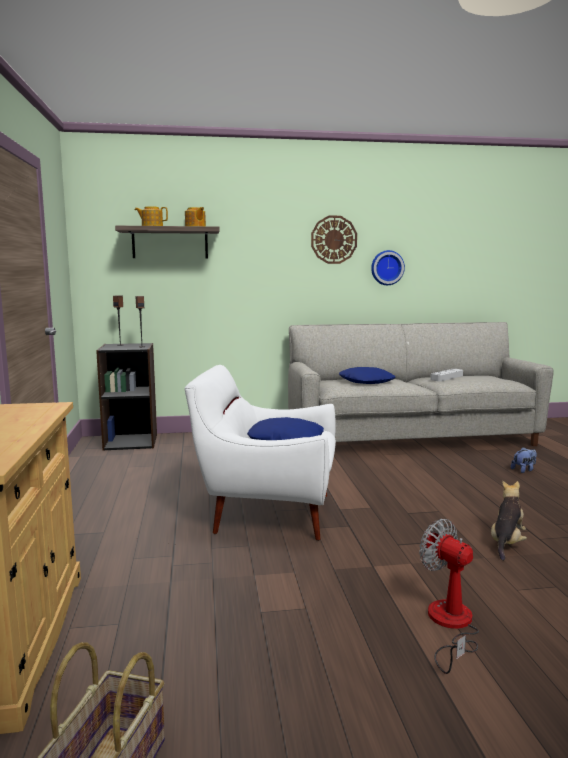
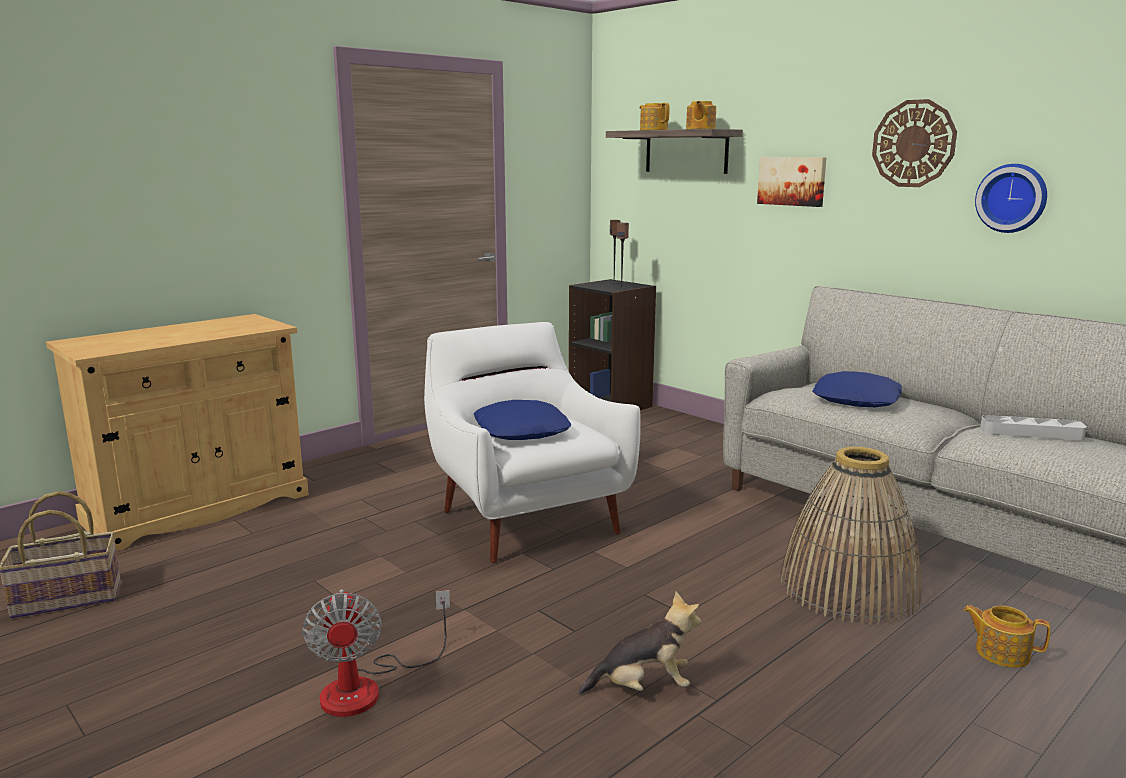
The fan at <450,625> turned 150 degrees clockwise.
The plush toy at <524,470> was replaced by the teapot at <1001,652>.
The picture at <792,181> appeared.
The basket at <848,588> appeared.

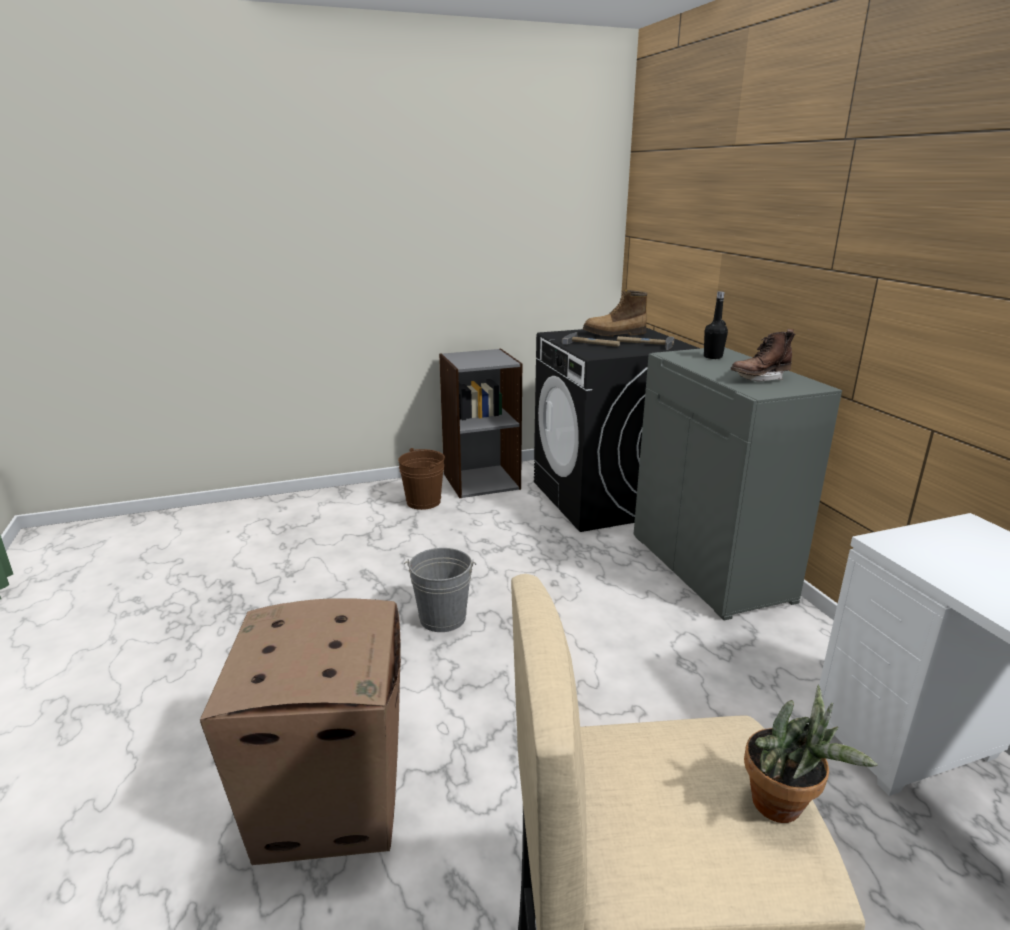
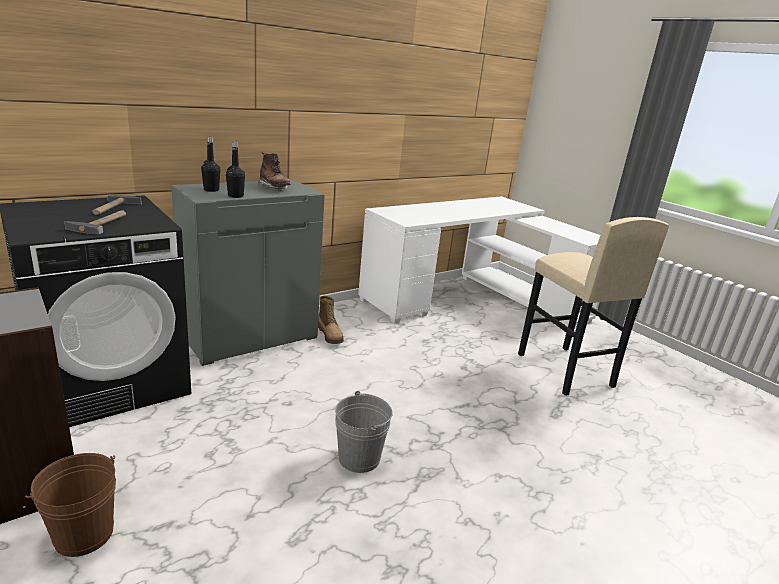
The cardboard box at <331,800> disappeared.
The boot moved from <614,334> to <330,335>.
The potted plant at <784,808> disappeared.
The black bottle at <235,196> appeared.

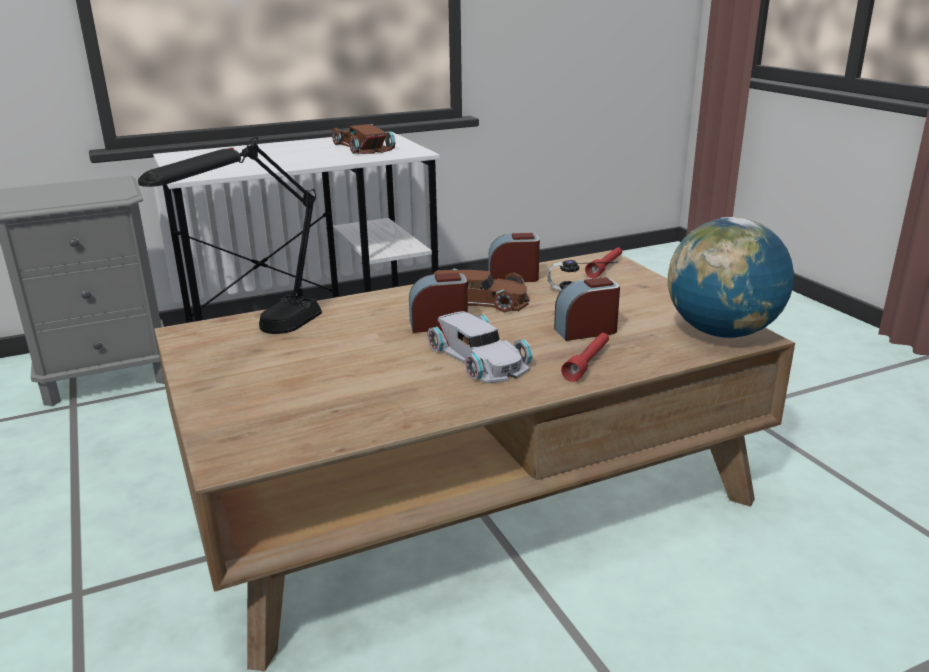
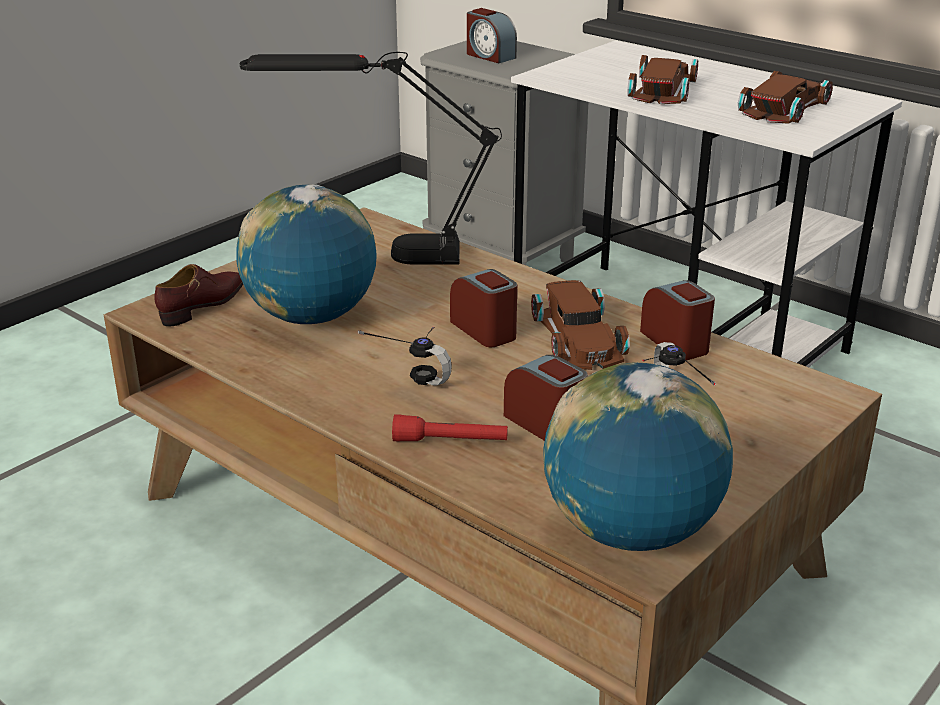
The white toy car at <478,358> was replaced by the headphones at <414,372>.
The red flashlight at <605,268> disappeared.
The brown shoe at <204,305> appeared.
The globe at <311,317> appeared.
The alarm clock at <489,56> appeared.
The brown toy car at <664,89> appeared.

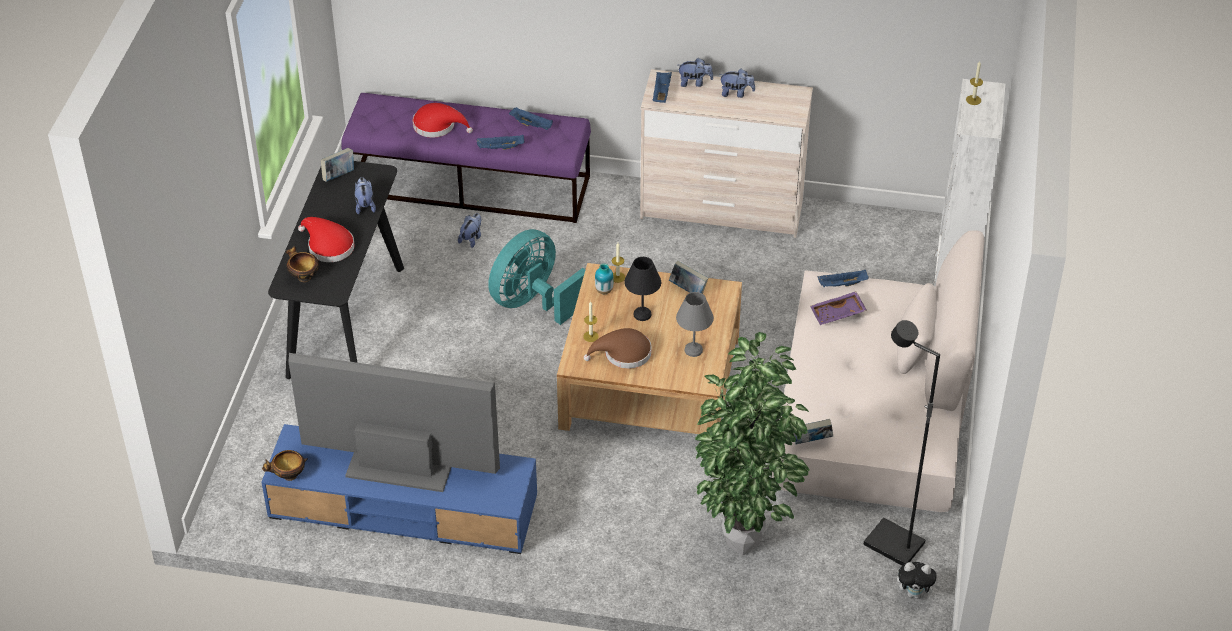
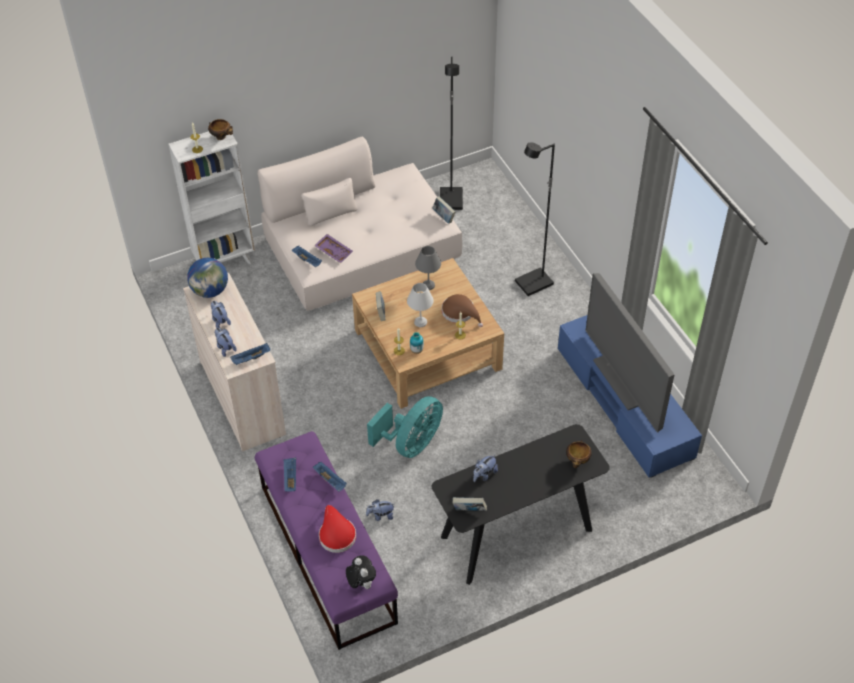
The bowl moved from <288,476> to <222,137>.
The red hat at <328,246> disappeared.
The turquoise fan at <533,302> turned 60 degrees counterclockwise.
The black table lamp at <641,314> became the white table lamp at <420,322>.
The potted plant at <746,539> disappeared.
The plush toy moved from <915,594> to <361,583>.
The globe at <210,291> appeared.
The black floor lamp at <534,284> appeared.

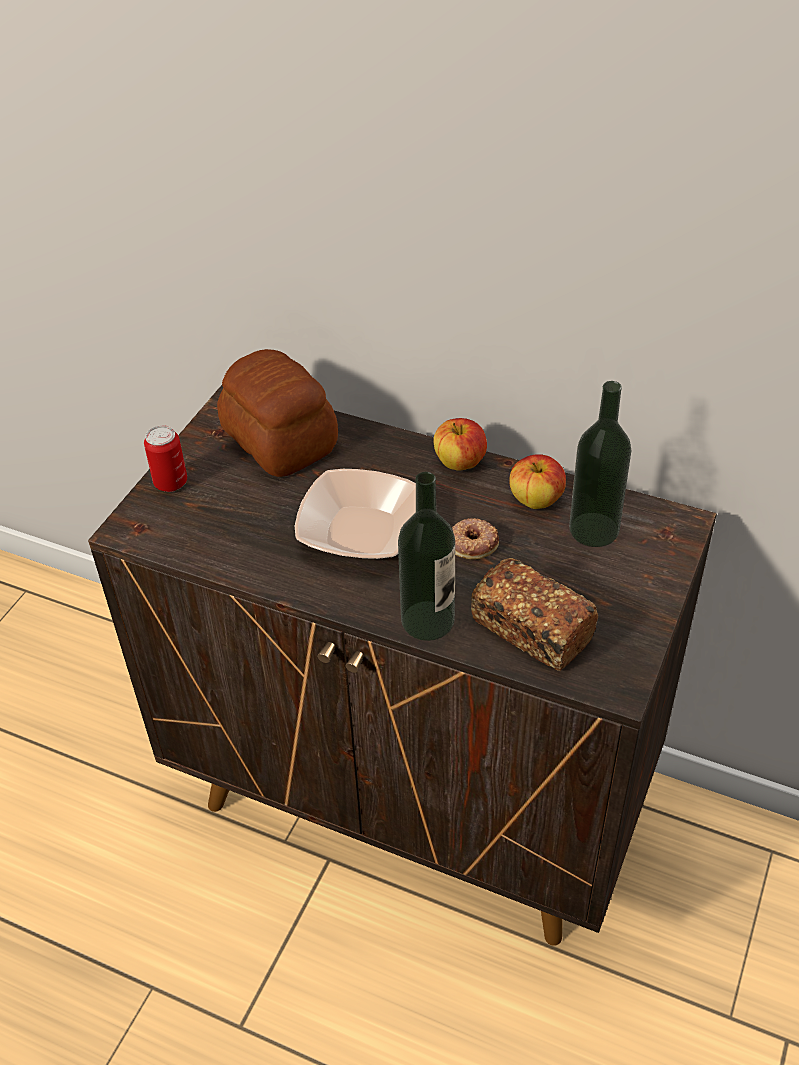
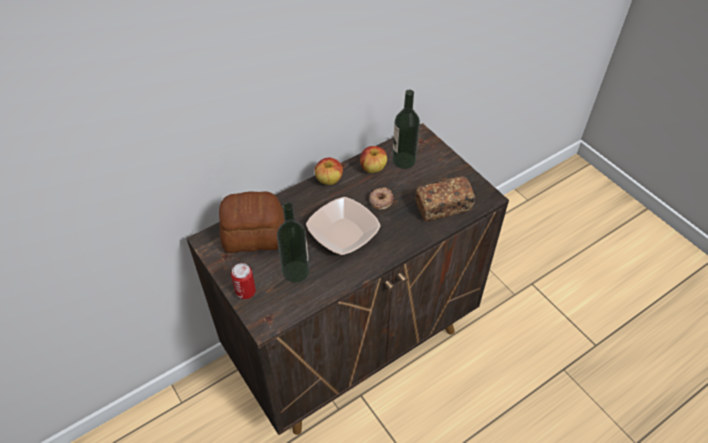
The bottle moved from <427,620> to <295,271>.

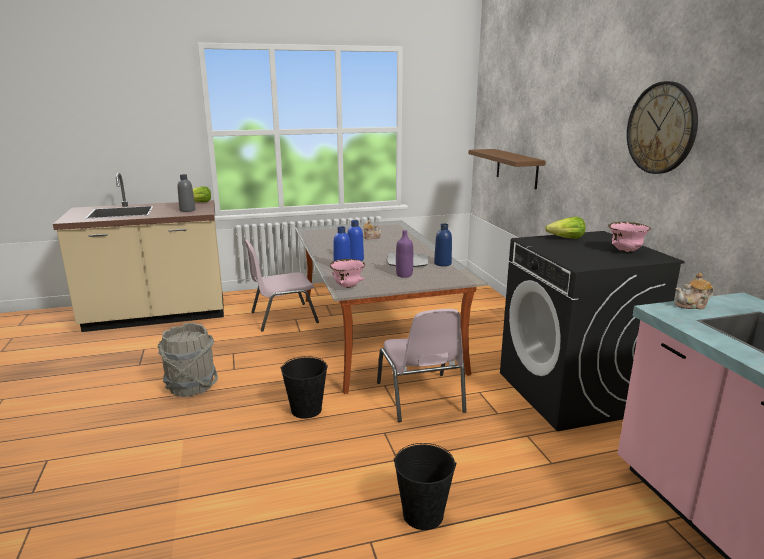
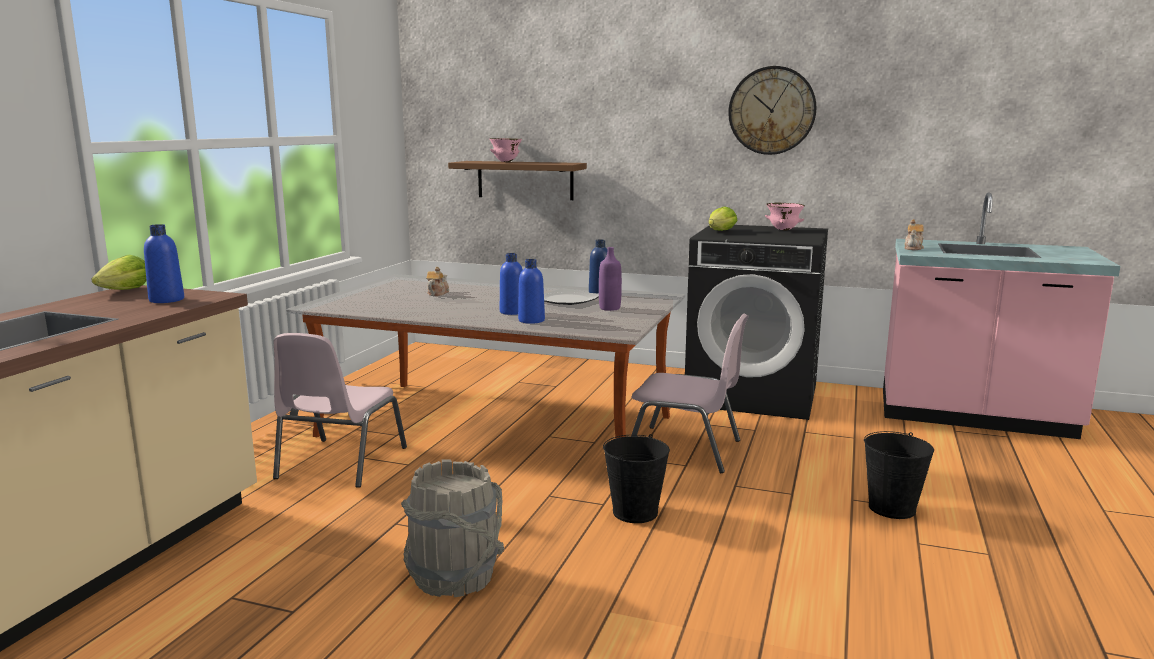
The grey bottle at <187,210> became the blue bottle at <166,300>.
The pink bowl moved from <347,287> to <506,162>.

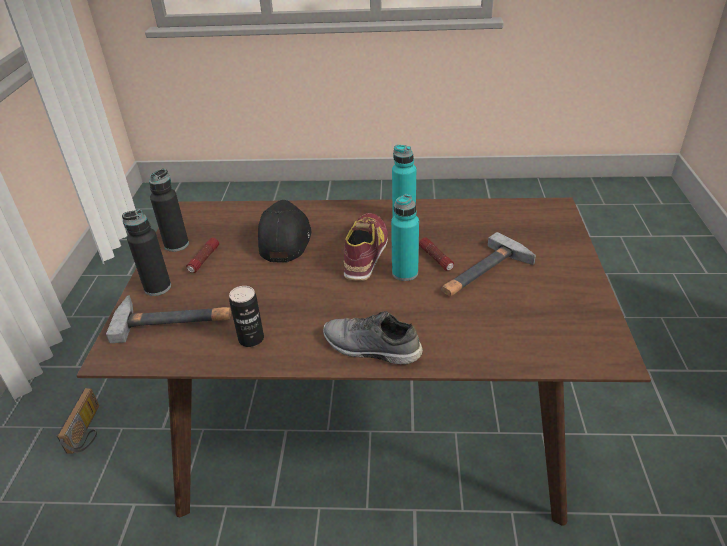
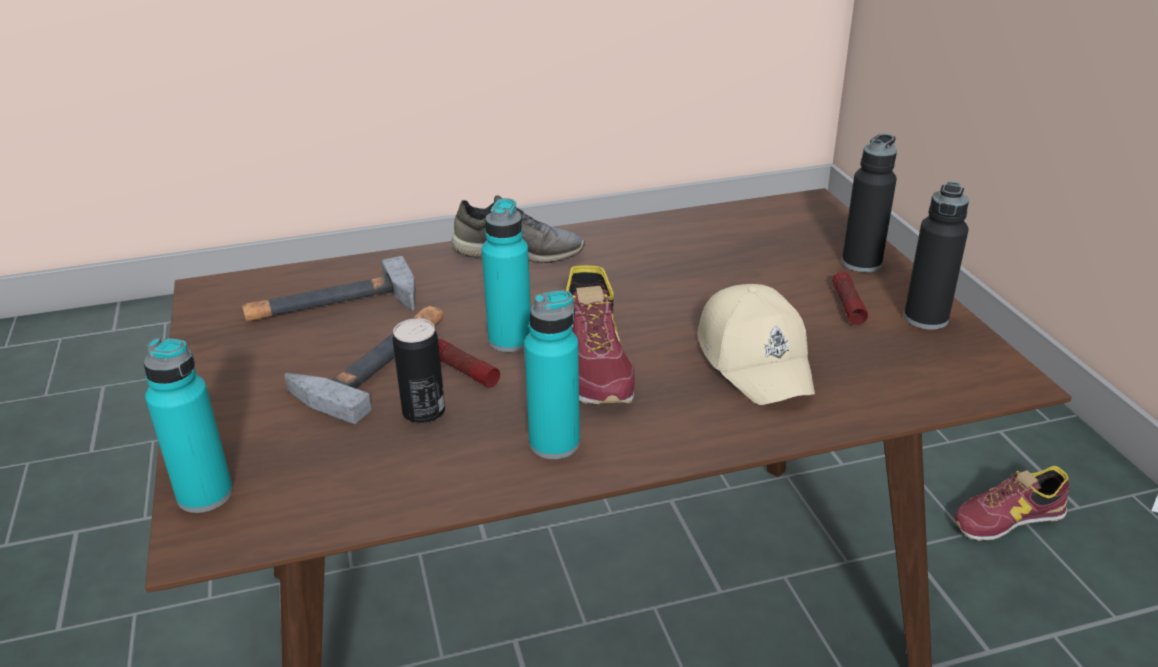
The radio at <88,430> was replaced by the shoe at <1008,518>.
The hammer moved from <174,319> to <332,306>.
The can moved from <251,339> to <424,412>.
The black cap at <284,238> became the beige cap at <756,359>.
The turquoise bottle at <205,495> appeared.

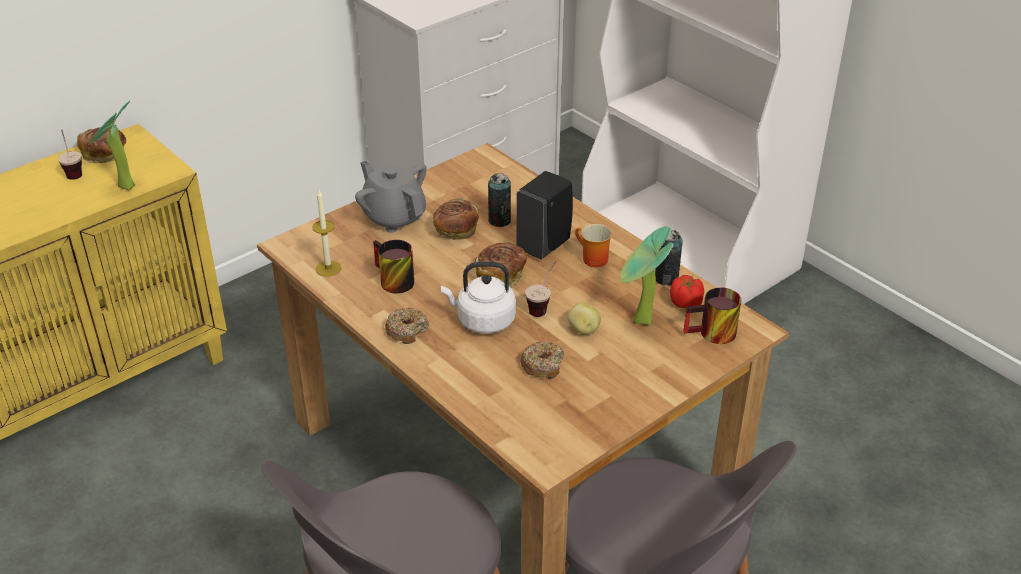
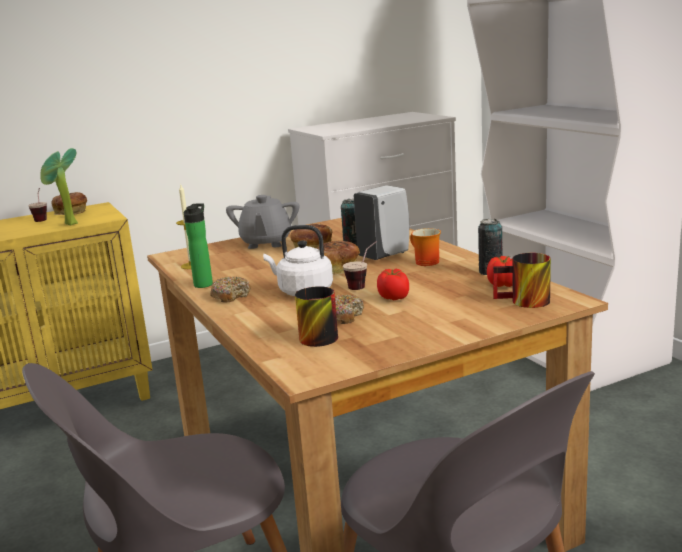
The grey teapot at <394,217> turned 150 degrees counterclockwise.
The mug moved from <391,281> to <311,337>.
The black soap dispenser at <544,245> became the white soap dispenser at <385,255>.
The potato at <583,330> was replaced by the tomato at <394,297>.
The potted plant at <640,323> disappeared.
The bottle at <204,284> appeared.

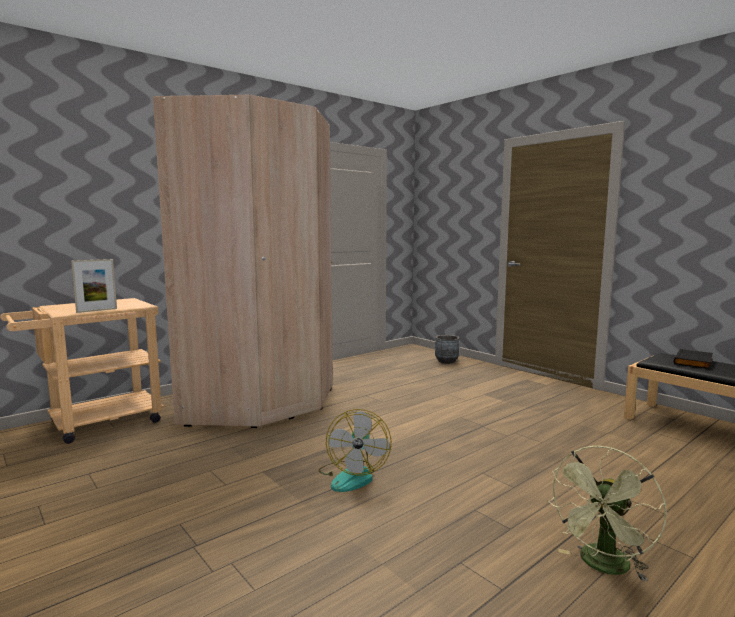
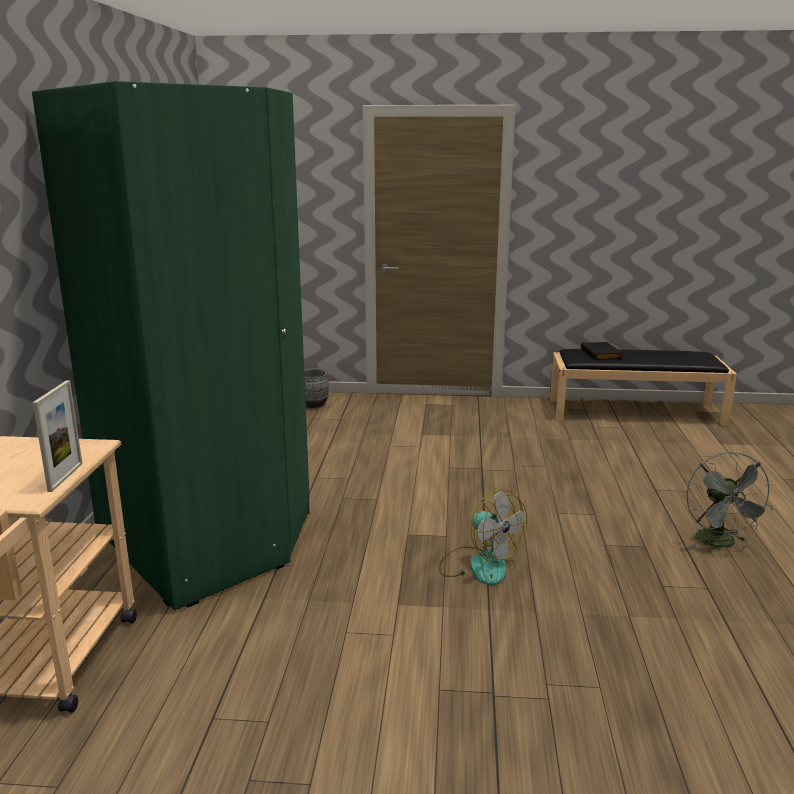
The beige wardrobe at <260,402> became the green wardrobe at <213,535>.
The green fan at <603,567> became the grey fan at <720,543>.

